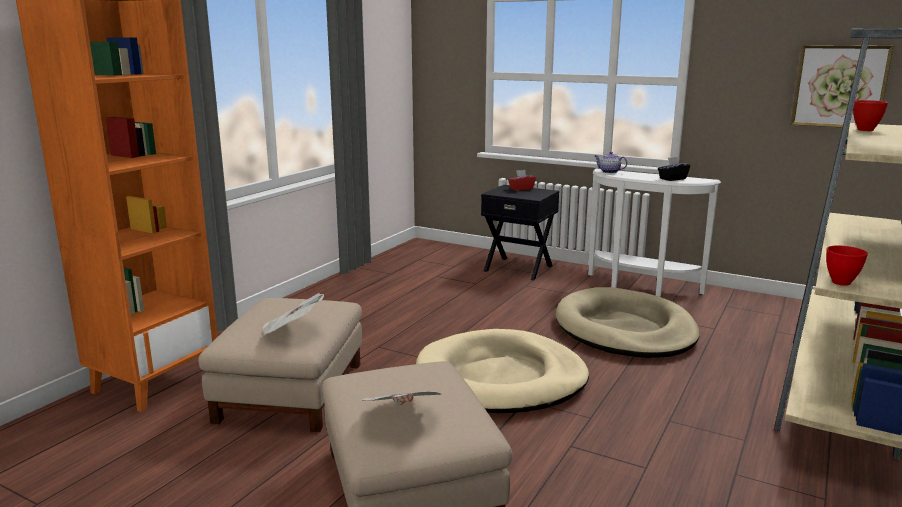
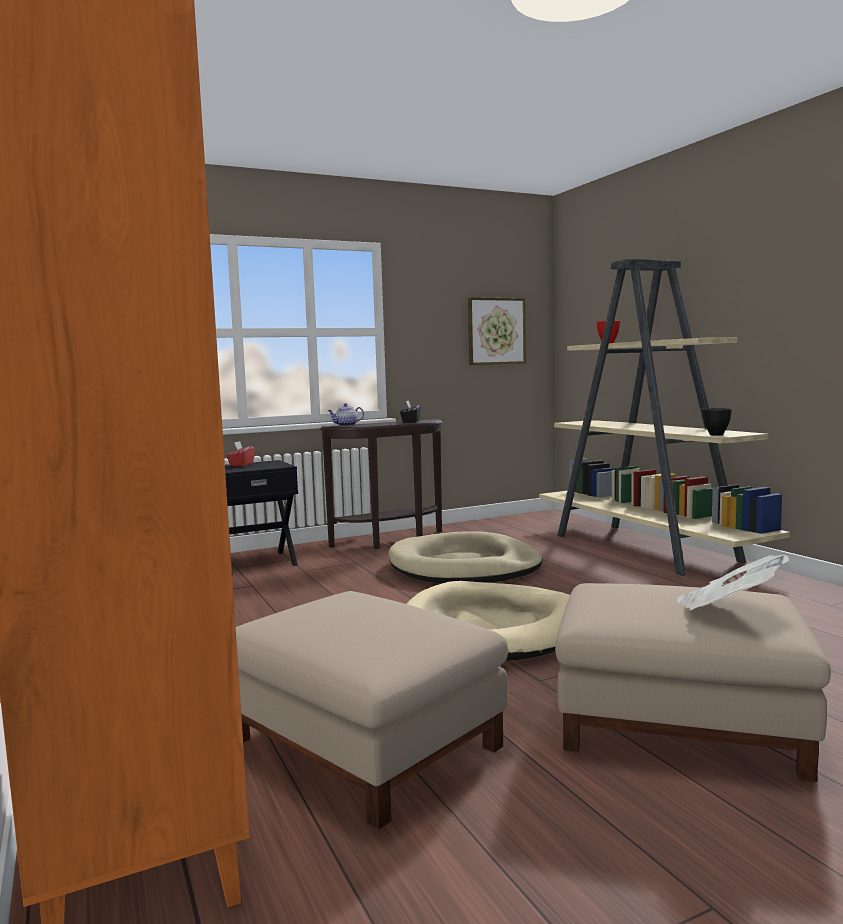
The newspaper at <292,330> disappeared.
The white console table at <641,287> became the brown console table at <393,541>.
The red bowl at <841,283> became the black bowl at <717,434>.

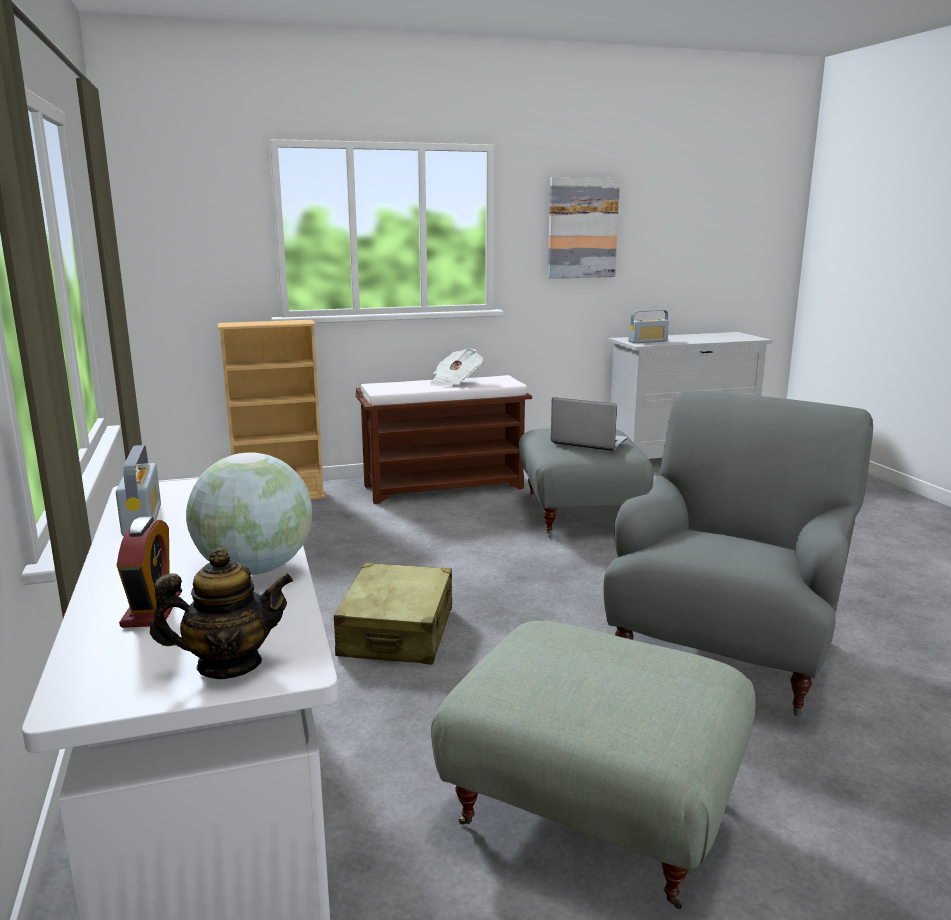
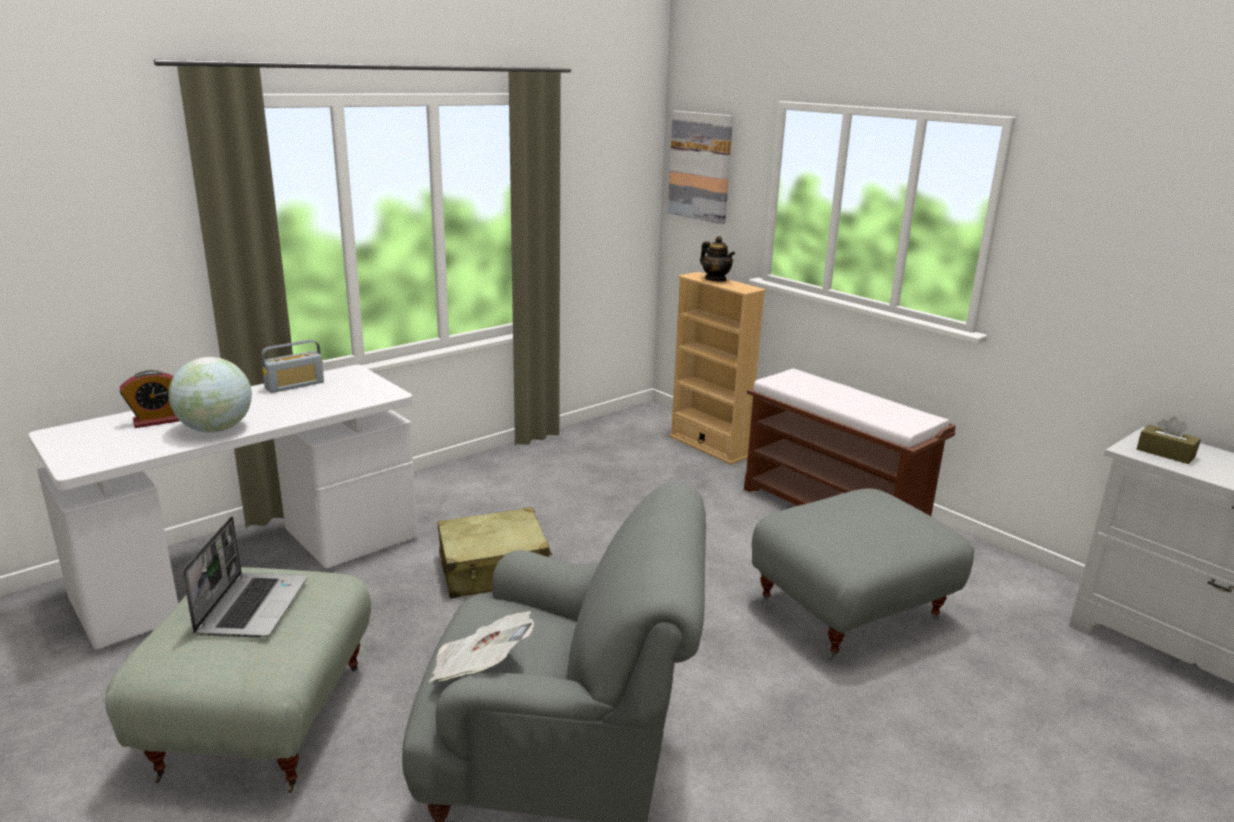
The teapot moved from <229,665> to <715,279>.
The newspaper moved from <455,382> to <480,669>.
The picture moved from <582,228> to <700,166>.
The laptop moved from <587,442> to <252,606>.
The radio at <648,341> was replaced by the brown tissue box at <1165,453>.

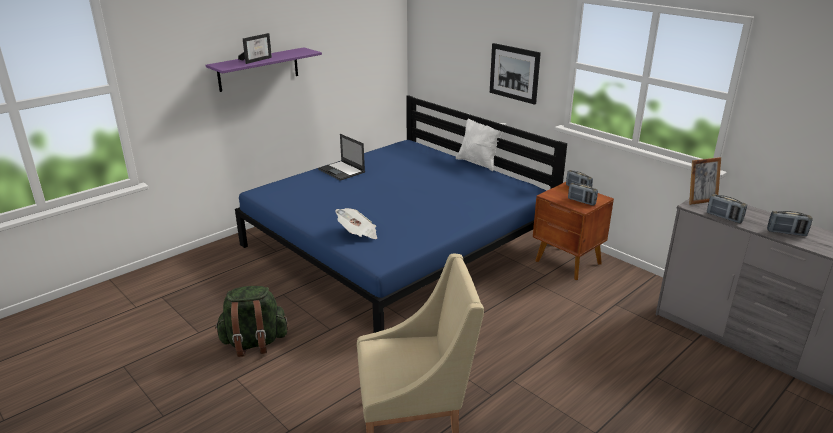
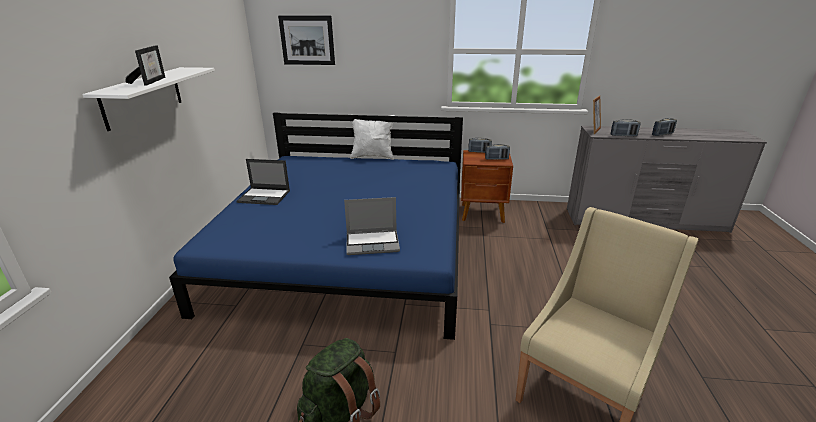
The purple shelf at <258,69> became the white shelf at <143,97>.
The newspaper at <358,234> was replaced by the laptop at <373,243>.
The picture moved from <514,73> to <307,40>.

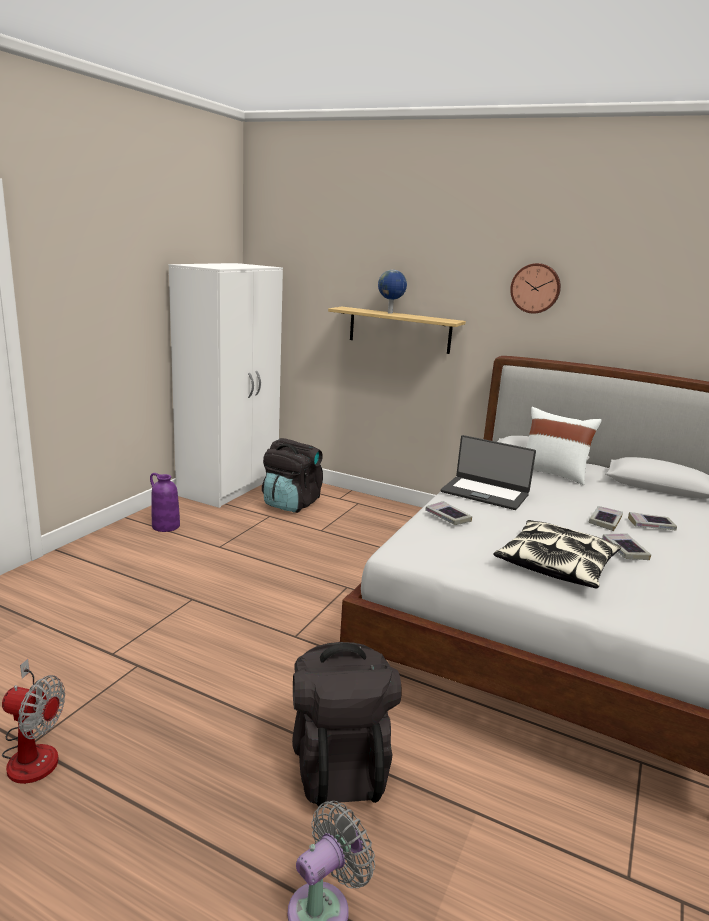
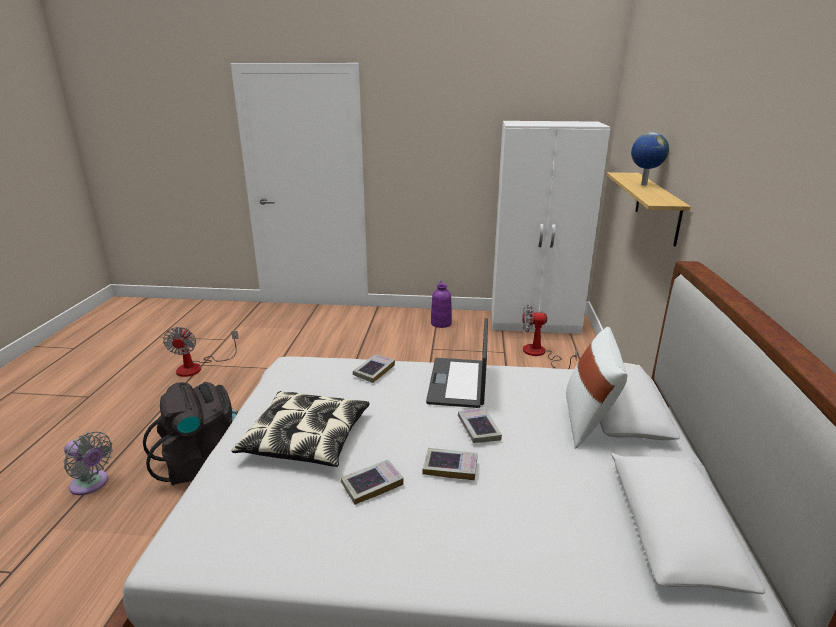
The black backpack at <291,503> was replaced by the fan at <540,354>.
The wall clock at <535,288> disappeared.
The book moved from <651,525> to <478,428>.

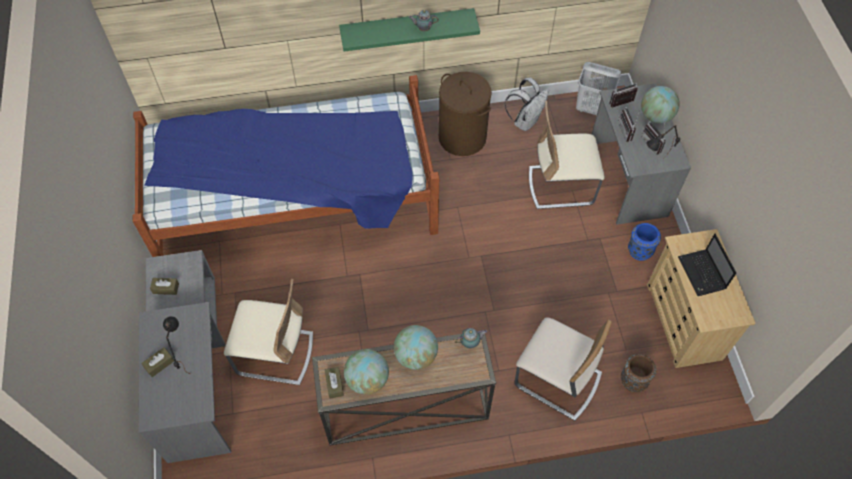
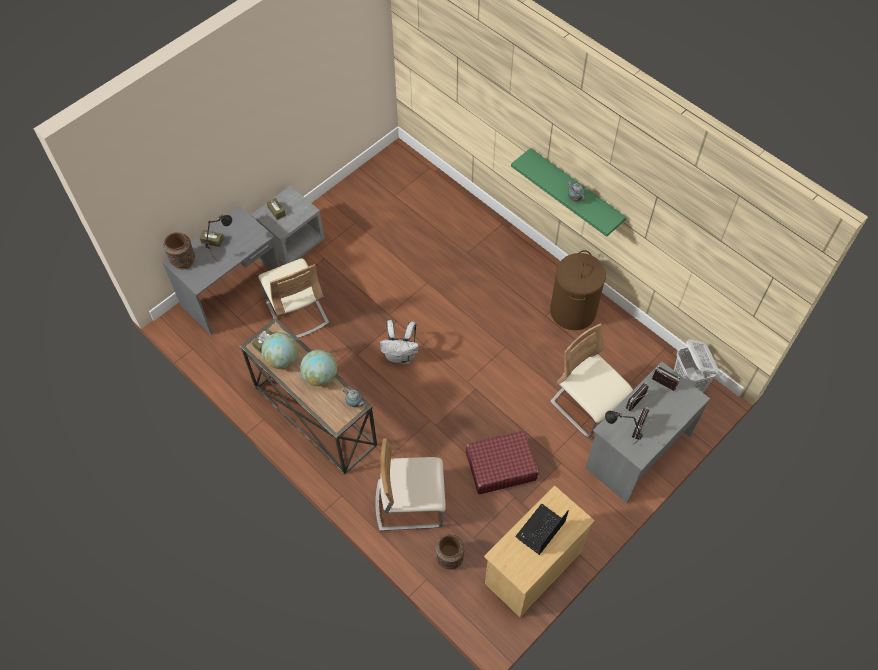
The bed at <296,203> disappeared.
The white backpack moved from <525,121> to <401,355>.
The beige chair at <557,380> turned 90 degrees clockwise.
The blue vase at <639,250> disappeared.
The globe at <655,116> disappeared.
The brown vase at <183,260> appeared.
The red suitcase at <500,466> appeared.

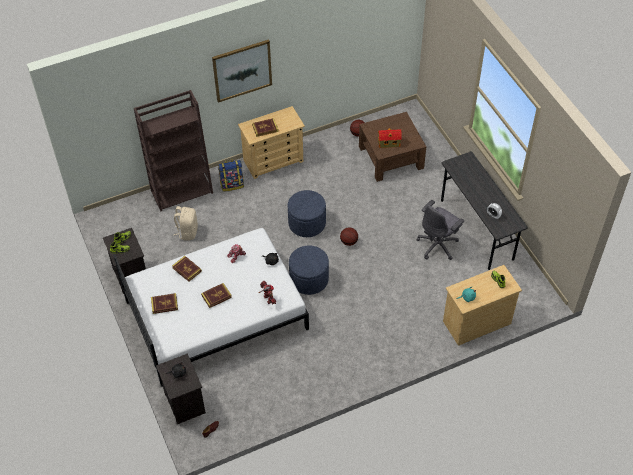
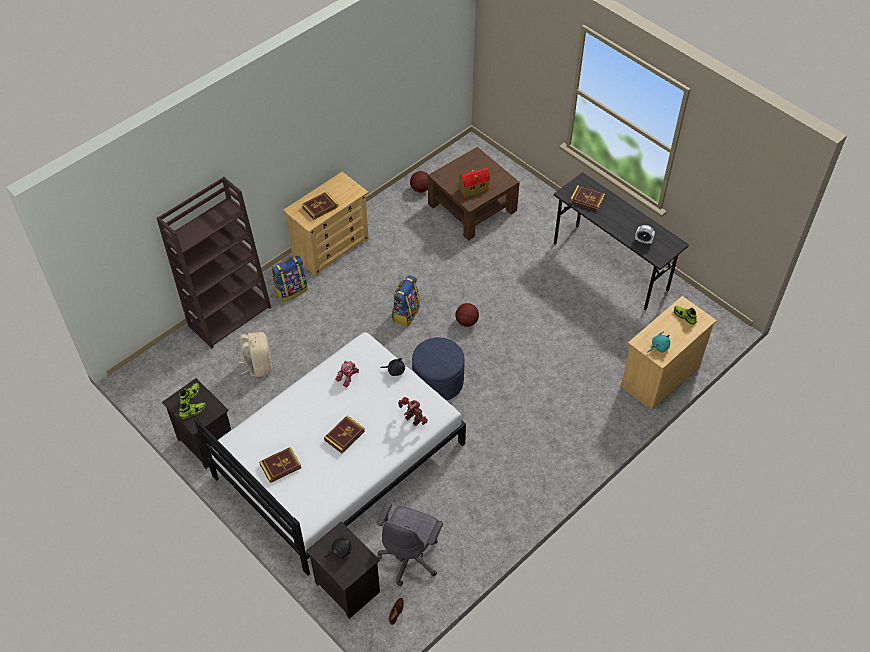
The book moved from <187,269> to <587,199>.
The picture at <242,70> disappeared.
The blue ottoman at <307,223> was replaced by the backpack at <405,313>.
The grey office chair moved from <438,245> to <410,557>.

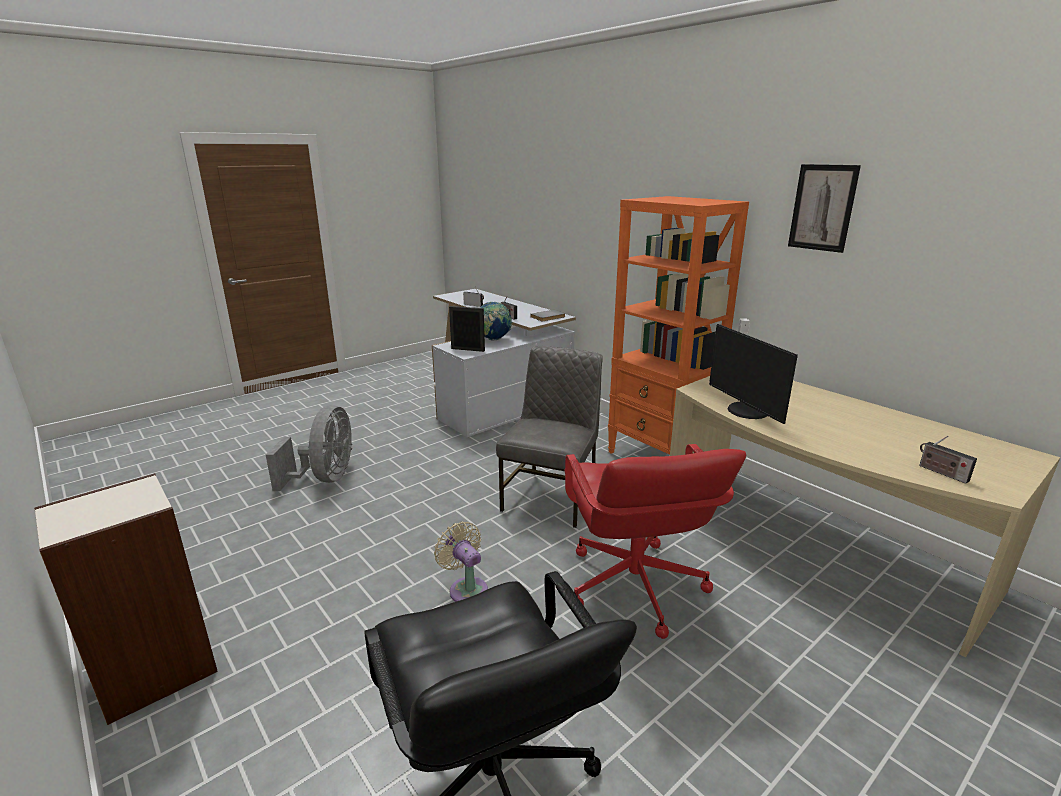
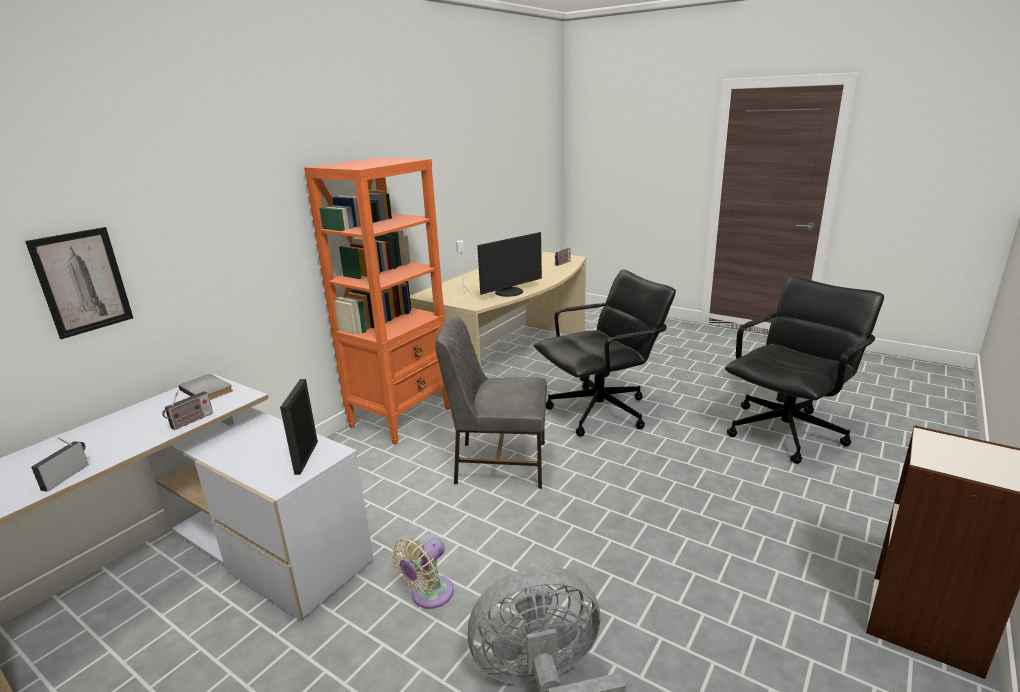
The beige fan moved from <466,588> to <428,595>.
The globe at <493,340> disappeared.
The red office chair at <634,587> became the black office chair at <600,412>.
The picture moved from <822,208> to <82,282>.

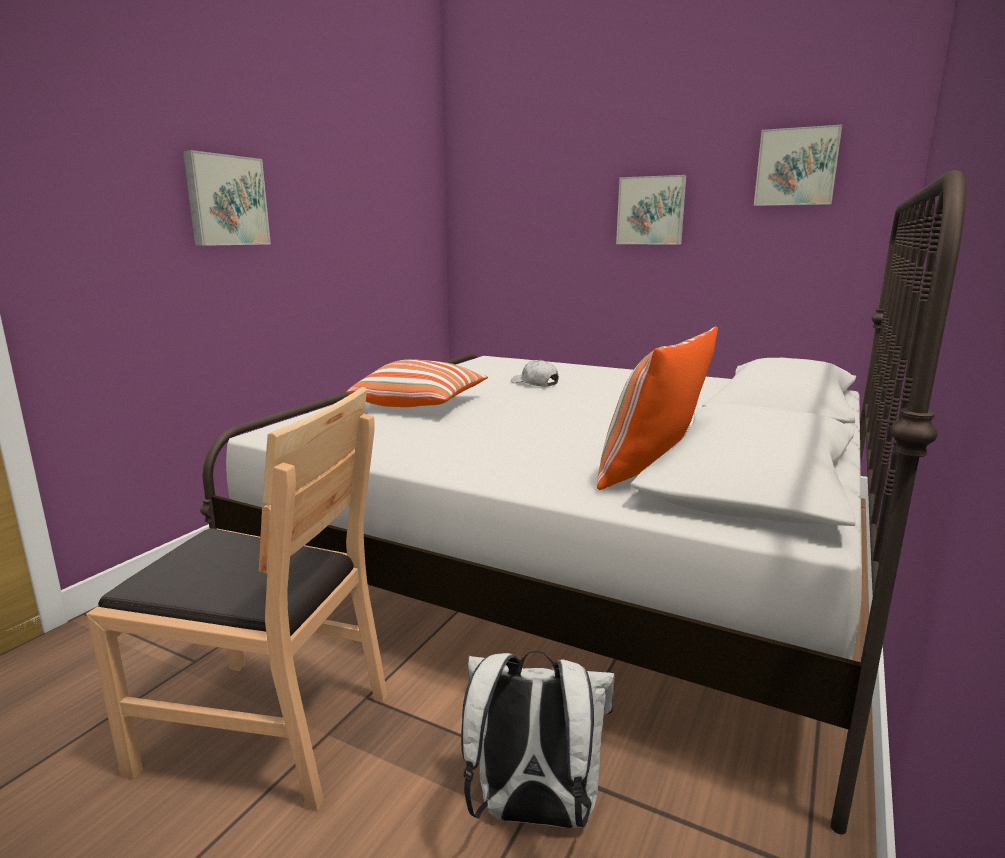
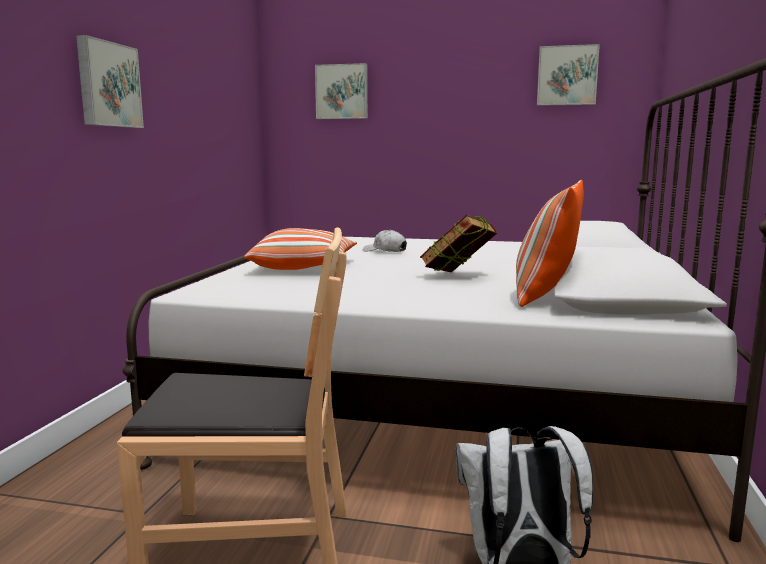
The picture moved from <651,210> to <342,92>.
The book at <457,277> appeared.

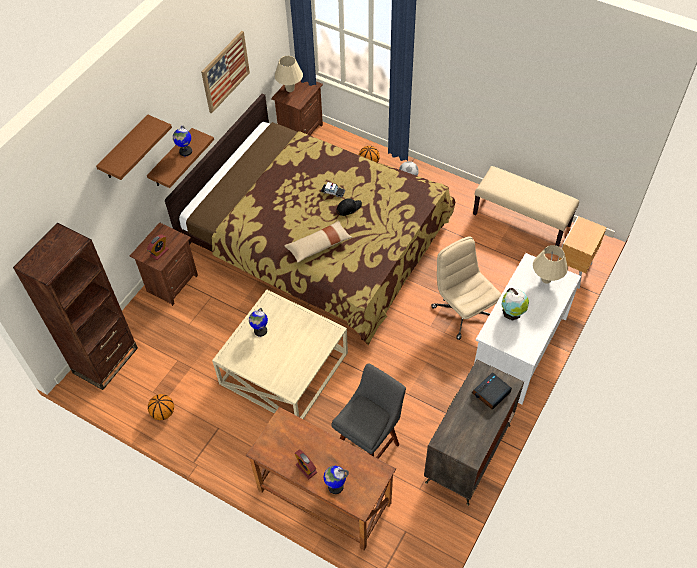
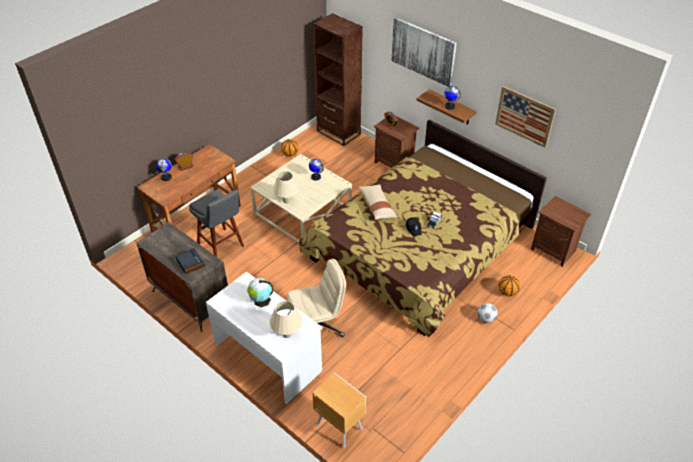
The brown shelf at <125,149> was replaced by the picture at <423,51>.
The beige table lamp moved from <290,89> to <287,201>.
The beige bench at <522,219> disappeared.

